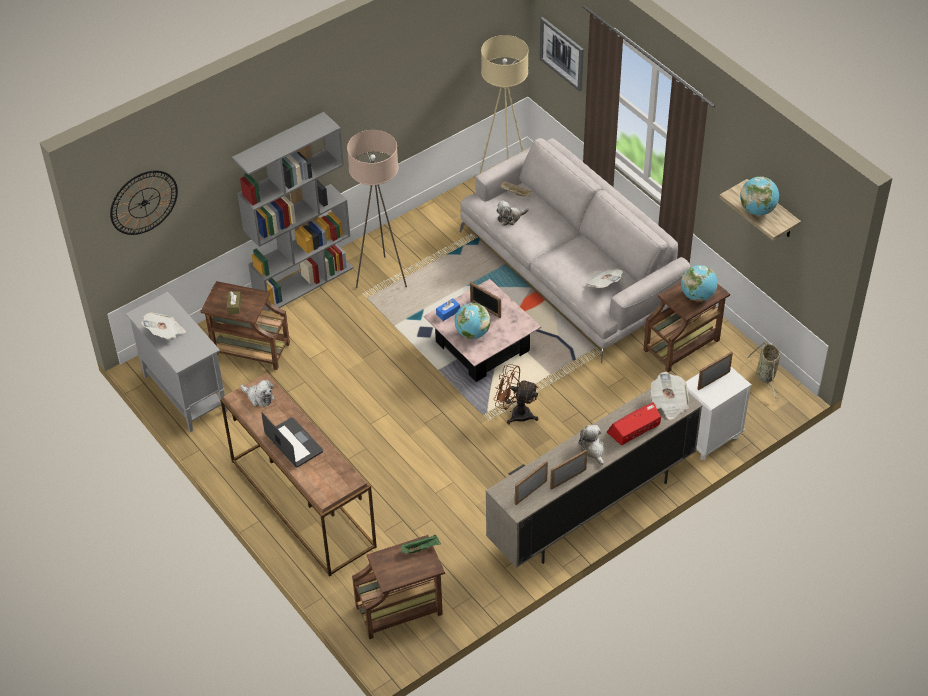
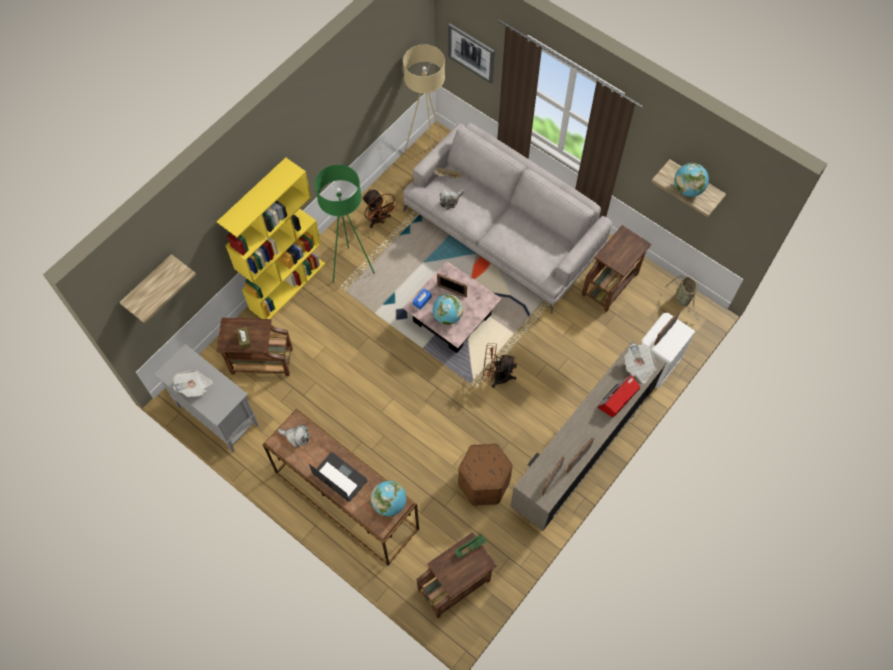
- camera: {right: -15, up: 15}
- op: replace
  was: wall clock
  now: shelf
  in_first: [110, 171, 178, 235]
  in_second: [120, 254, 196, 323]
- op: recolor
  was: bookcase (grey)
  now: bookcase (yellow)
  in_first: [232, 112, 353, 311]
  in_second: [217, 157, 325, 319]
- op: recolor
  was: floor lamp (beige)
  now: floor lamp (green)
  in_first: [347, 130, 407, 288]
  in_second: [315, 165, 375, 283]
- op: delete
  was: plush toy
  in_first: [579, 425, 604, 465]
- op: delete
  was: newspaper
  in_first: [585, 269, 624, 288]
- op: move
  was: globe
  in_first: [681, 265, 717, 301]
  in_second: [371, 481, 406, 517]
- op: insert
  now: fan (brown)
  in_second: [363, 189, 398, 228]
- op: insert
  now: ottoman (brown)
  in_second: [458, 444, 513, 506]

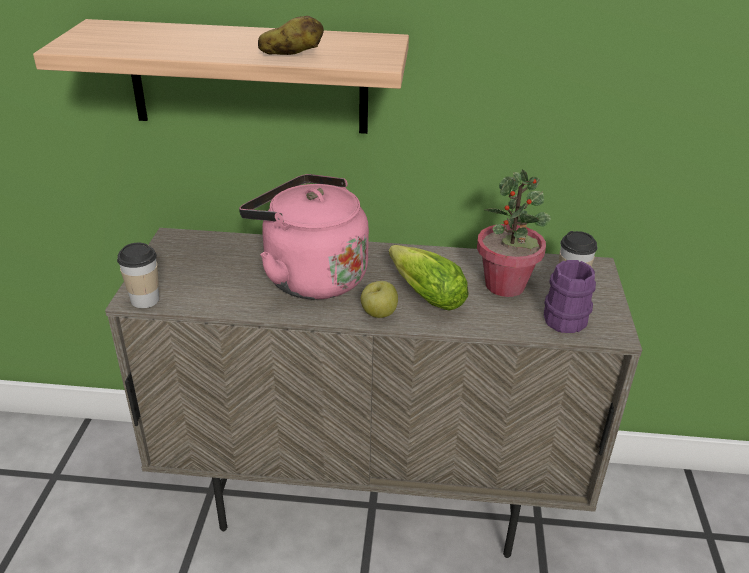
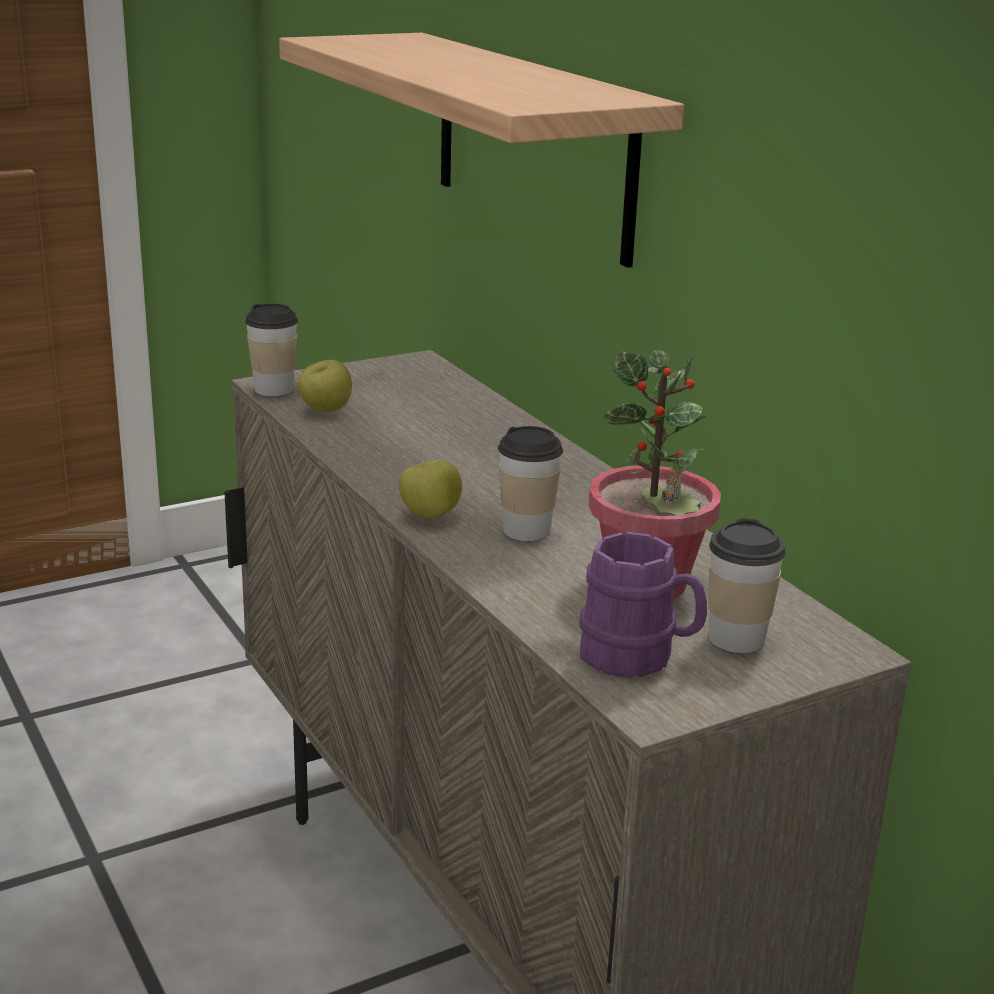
- camera: {right: 55, up: -10}
- op: delete
  was: kettle (pink)
  in_first: [239, 174, 369, 300]
- op: delete
  was: potato
  in_first: [258, 16, 324, 55]
- op: replace
  was: lettuce
  now: cup
  in_first: [389, 245, 469, 311]
  in_second: [498, 426, 563, 541]
- op: insert
  now: apple
  in_second: [298, 360, 352, 413]

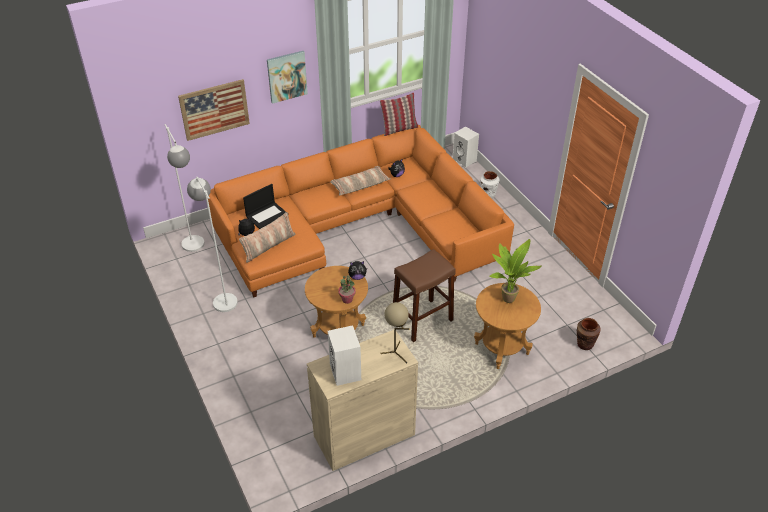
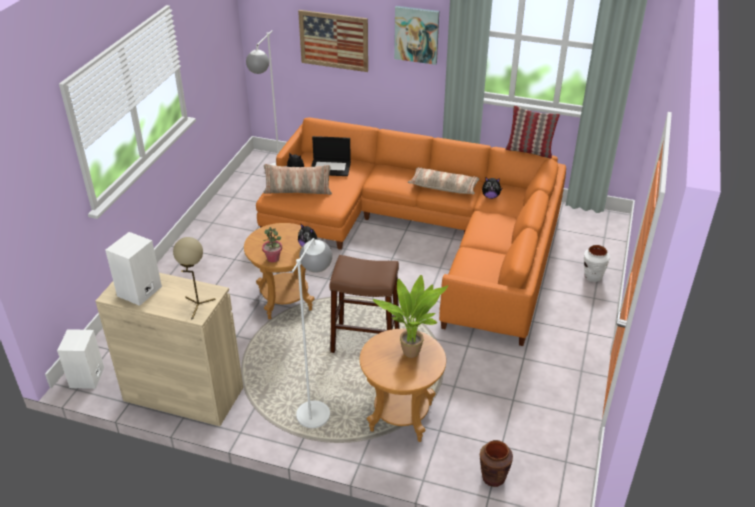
- camera: {right: 45, up: -5}
- op: move
  was: floor lamp (white)
  in_first: [187, 177, 238, 312]
  in_second: [292, 238, 332, 428]
- op: move
  was: speaker (white)
  in_first: [453, 126, 479, 167]
  in_second: [57, 329, 104, 389]

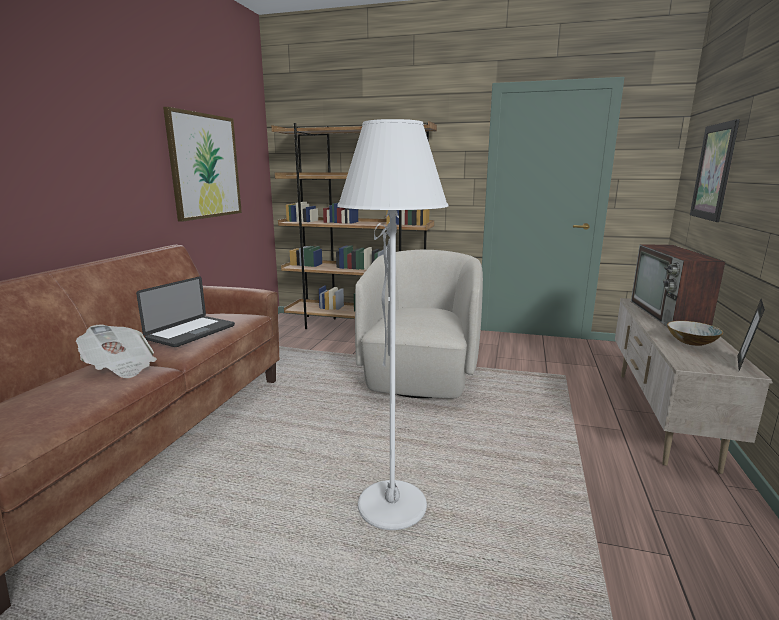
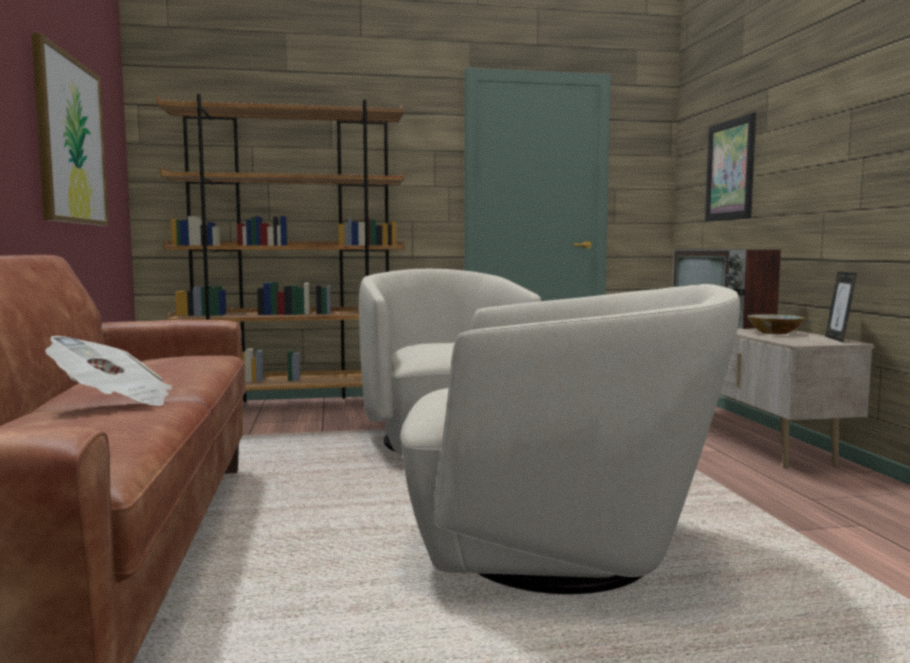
- camera: {right: -25, up: -10}
- op: delete
  was: laptop
  in_first: [136, 276, 235, 347]
- op: replace
  was: floor lamp (white)
  now: armchair (beige)
  in_first: [337, 119, 449, 530]
  in_second: [401, 284, 740, 594]

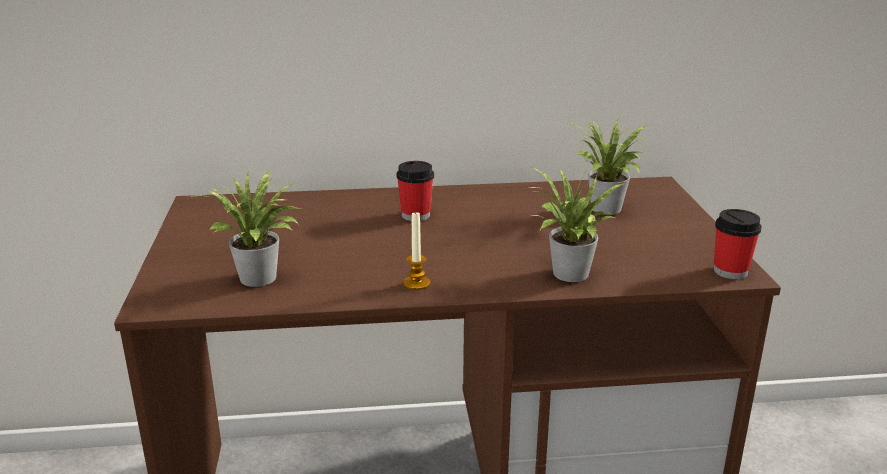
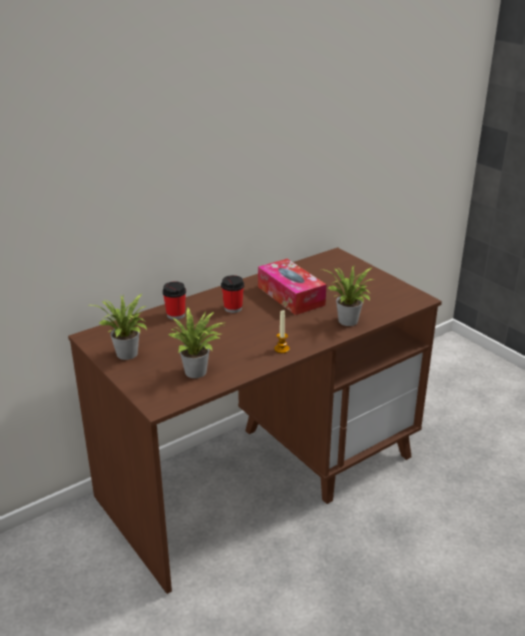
- camera: {right: -30, up: 5}
- op: move
  was: potted plant
  in_first: [569, 118, 648, 215]
  in_second: [91, 293, 147, 360]
- op: move
  was: cup
  in_first: [714, 209, 762, 279]
  in_second: [162, 282, 186, 320]
- op: insert
  now: tissue box
  in_second: [258, 259, 326, 315]

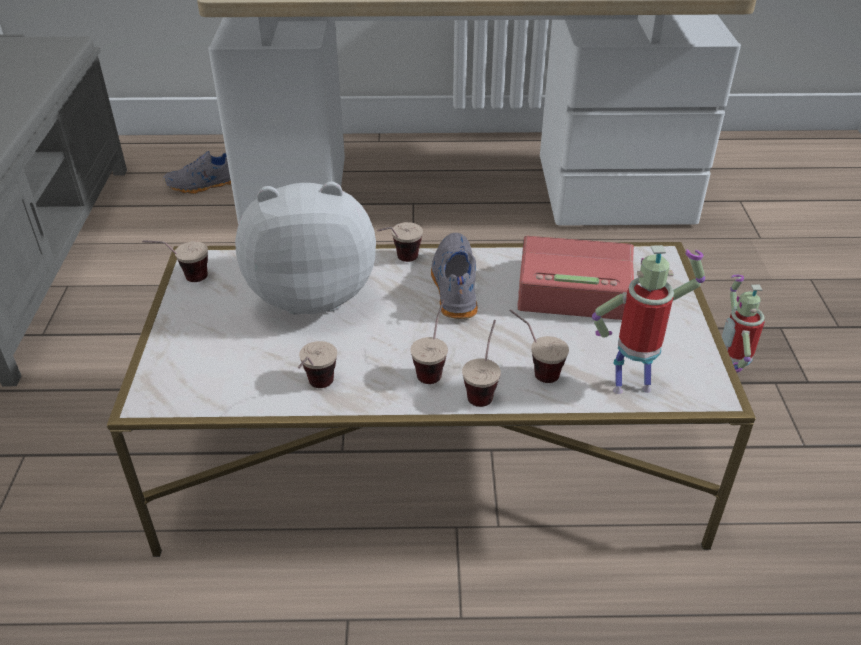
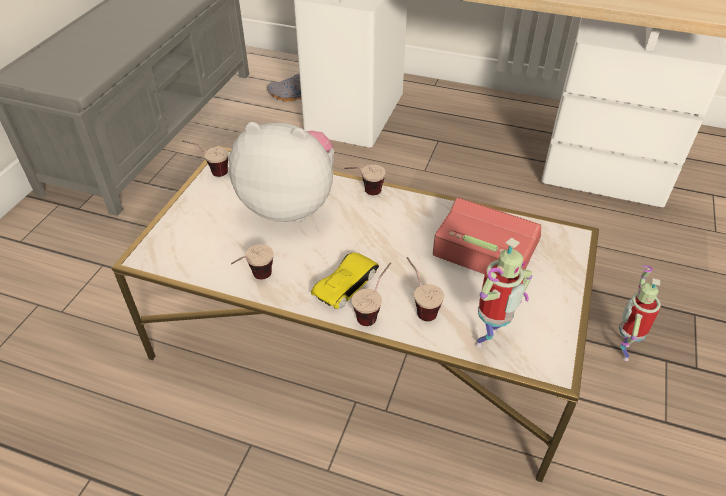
- camera: {right: 20, up: 5}
- op: replace
  was: cup
  now: toy car (yellow)
  in_first: [410, 300, 448, 384]
  in_second: [311, 253, 379, 309]
- op: delete
  was: shoe (grey)
  in_first: [431, 233, 478, 319]
- op: rotate
  was: toy robot
  in_first: [592, 245, 705, 394]
  in_second: [475, 238, 532, 348]
  clockwise: 120

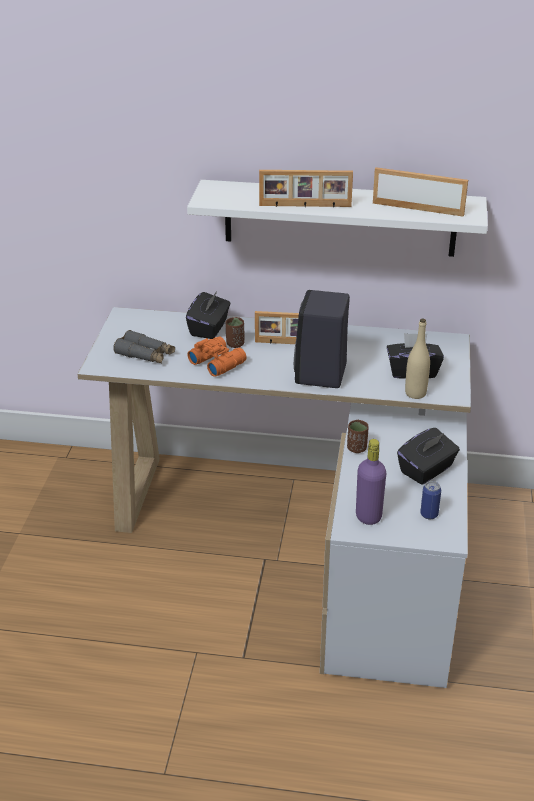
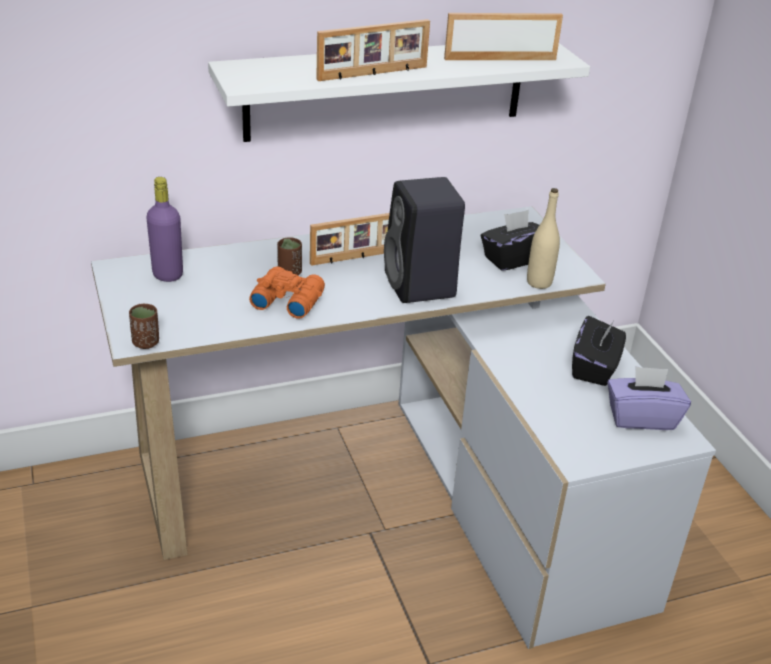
- camera: {right: -30, up: 0}
- op: delete
  was: binoculars (grey)
  in_first: [113, 330, 175, 363]
- op: delete
  was: tissue box (black)
  in_first: [186, 292, 231, 339]
- op: move
  was: cup (brown)
  in_first: [347, 420, 369, 453]
  in_second: [129, 304, 159, 349]
- op: move
  was: bottle (purple)
  in_first: [356, 439, 386, 525]
  in_second: [146, 177, 183, 282]
- op: replace
  was: can
  now: tissue box (purple)
  in_first: [420, 481, 441, 519]
  in_second: [607, 366, 691, 430]

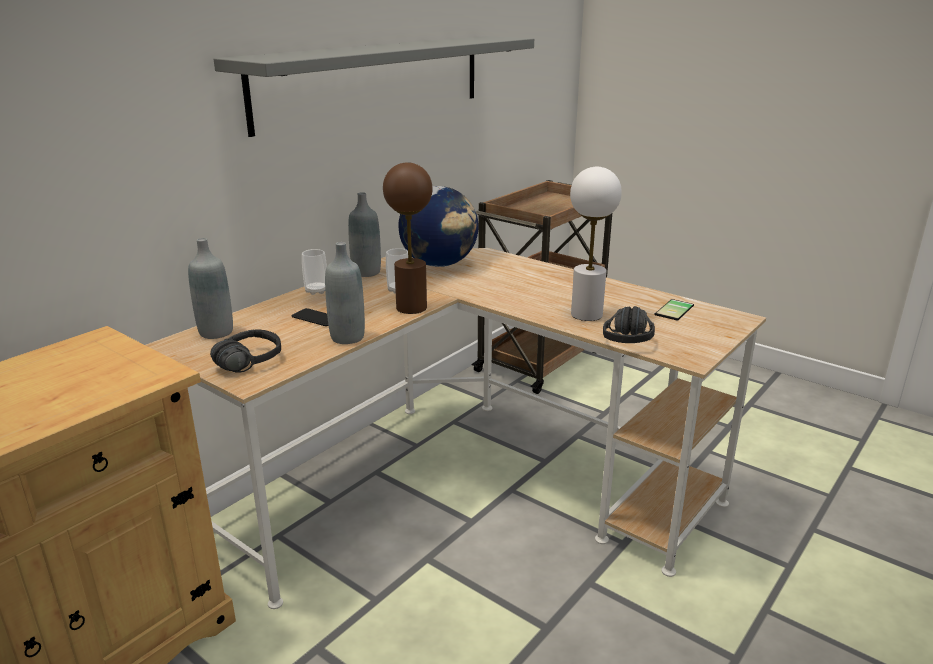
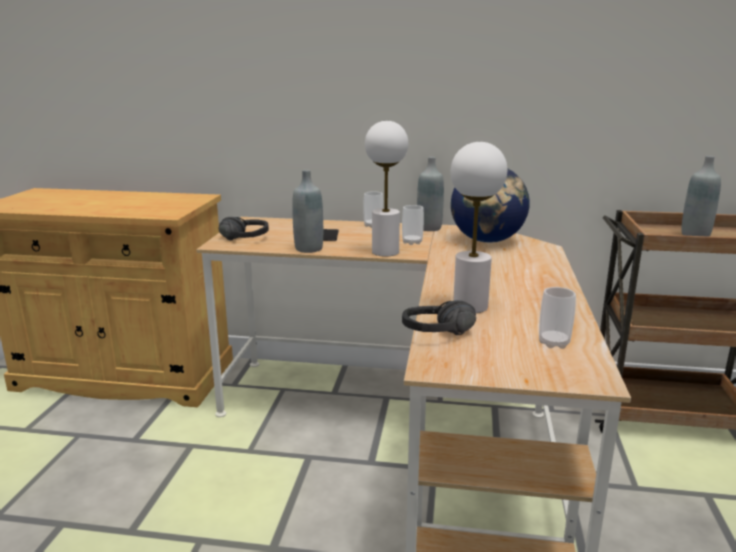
- camera: {right: 60, up: -5}
- op: move
  was: bottle (grey)
  in_first: [188, 238, 233, 339]
  in_second: [681, 156, 721, 237]
- op: delete
  was: shelf (grey)
  in_first: [214, 36, 534, 137]
- op: recolor
  was: table lamp (brown)
  now: table lamp (white)
  in_first: [383, 162, 432, 314]
  in_second: [365, 121, 408, 256]
- op: replace
  was: phone
  now: cup
  in_first: [655, 299, 694, 321]
  in_second: [539, 287, 576, 349]

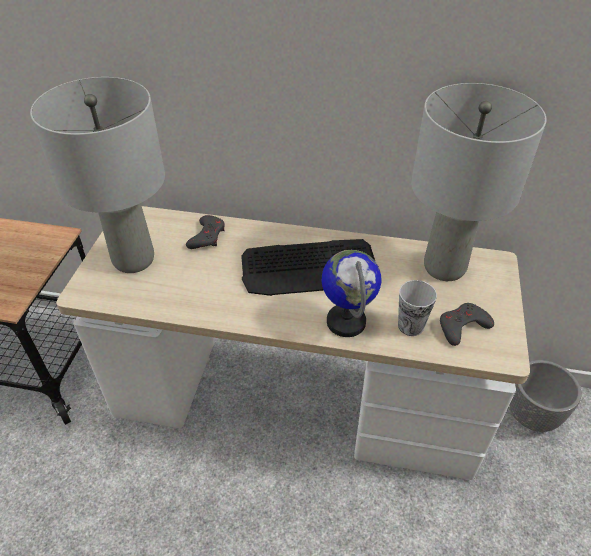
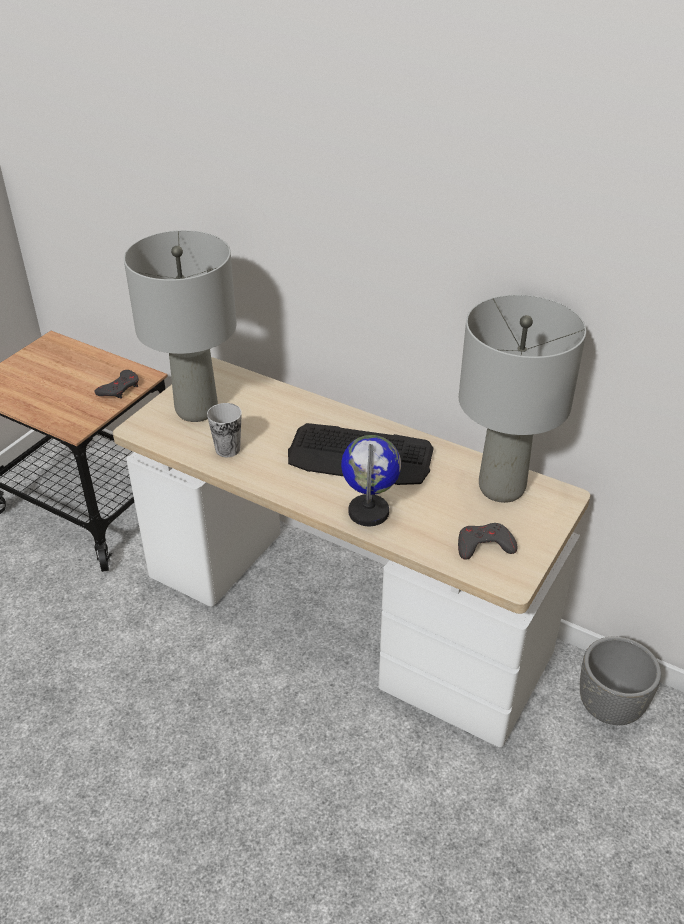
- camera: {right: 20, up: -5}
- op: move
  was: game controller (grey)
  in_first: [186, 215, 225, 249]
  in_second: [95, 370, 139, 399]
- op: move
  was: cup
  in_first: [398, 280, 437, 336]
  in_second: [207, 403, 242, 457]

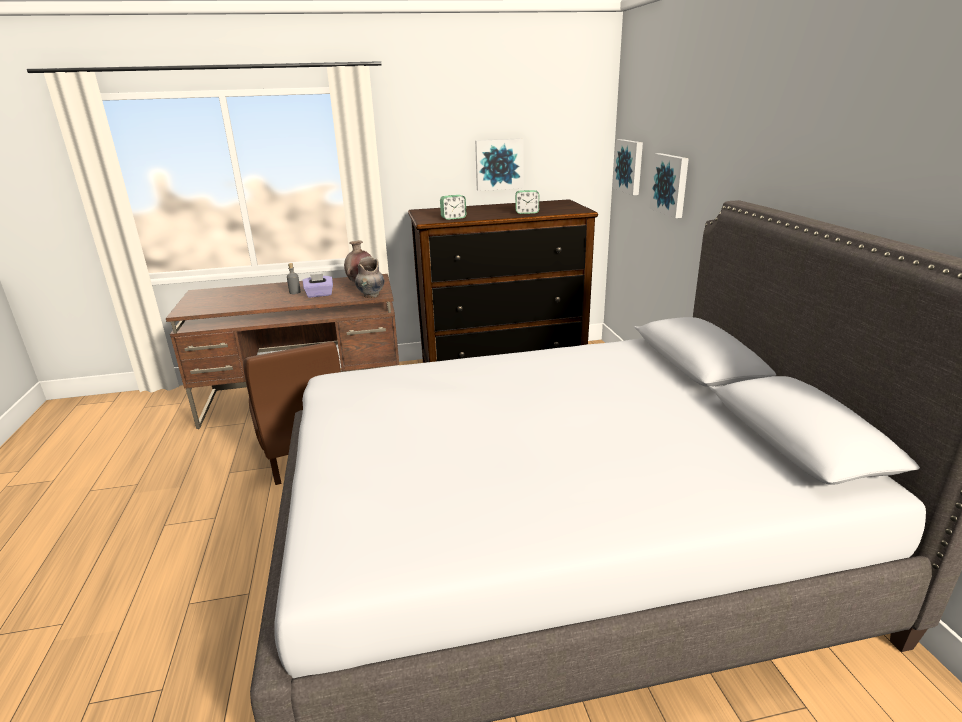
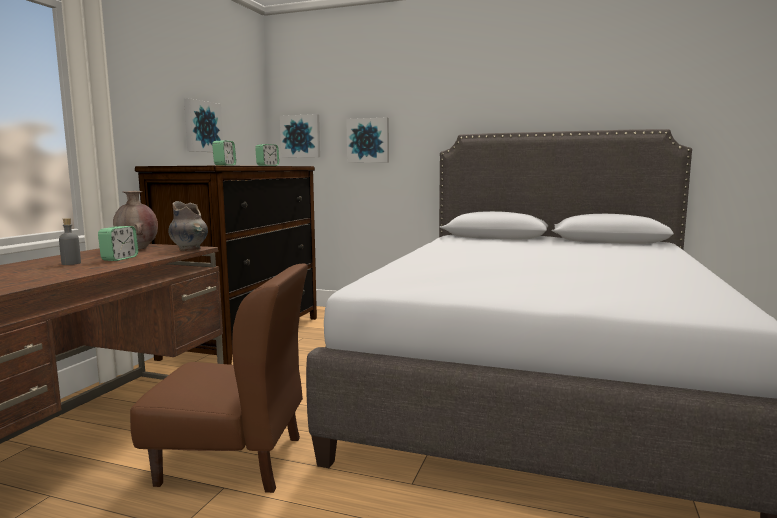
- camera: {right: -60, up: -15}
- op: replace
  was: tissue box (purple)
  now: alarm clock
  in_first: [303, 274, 333, 298]
  in_second: [98, 226, 138, 261]

